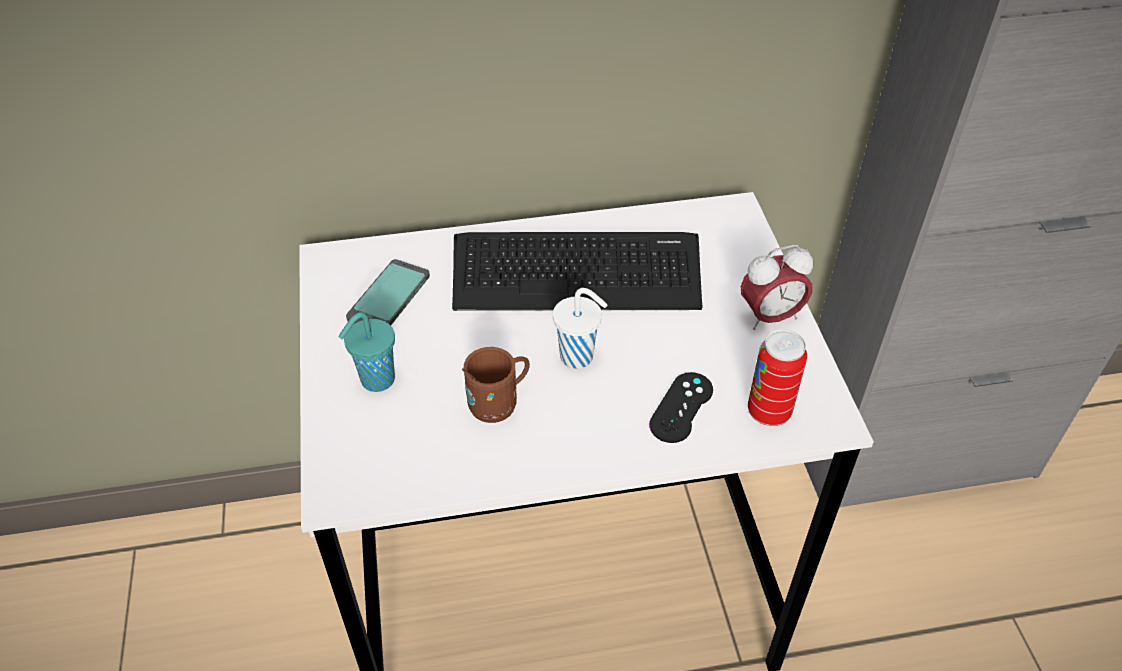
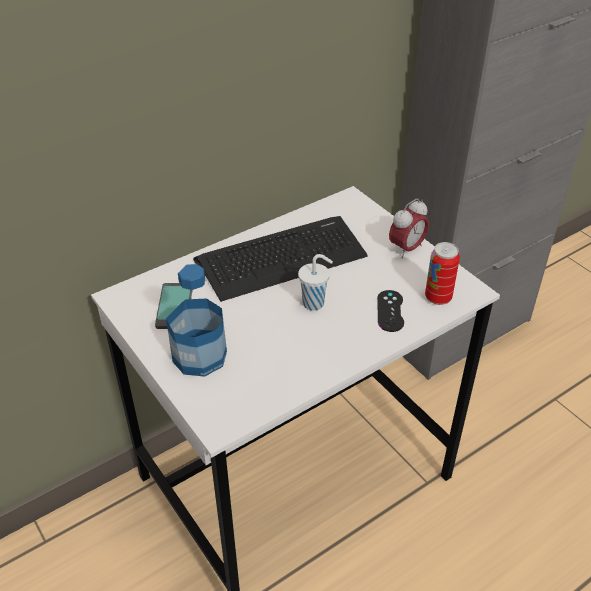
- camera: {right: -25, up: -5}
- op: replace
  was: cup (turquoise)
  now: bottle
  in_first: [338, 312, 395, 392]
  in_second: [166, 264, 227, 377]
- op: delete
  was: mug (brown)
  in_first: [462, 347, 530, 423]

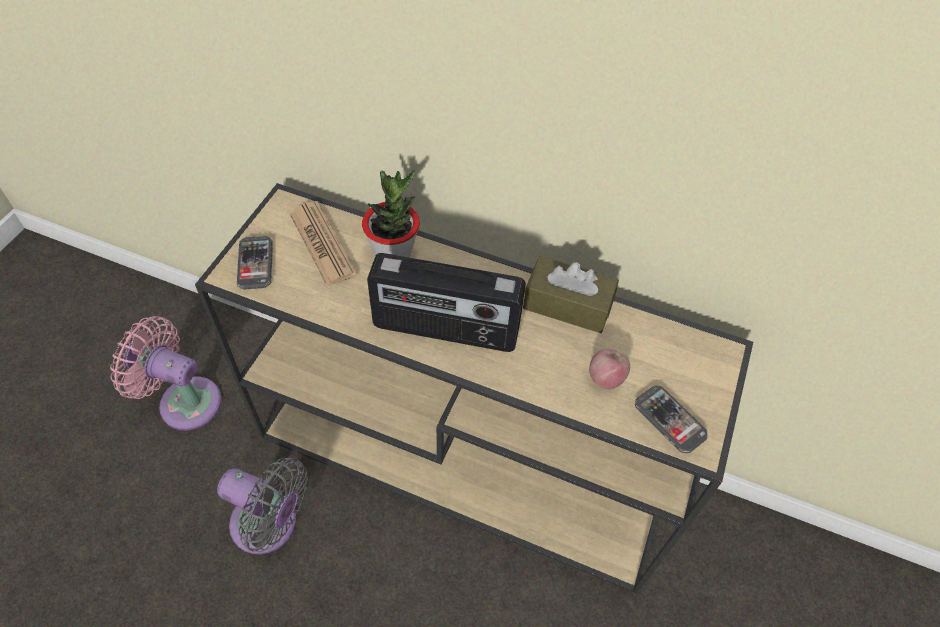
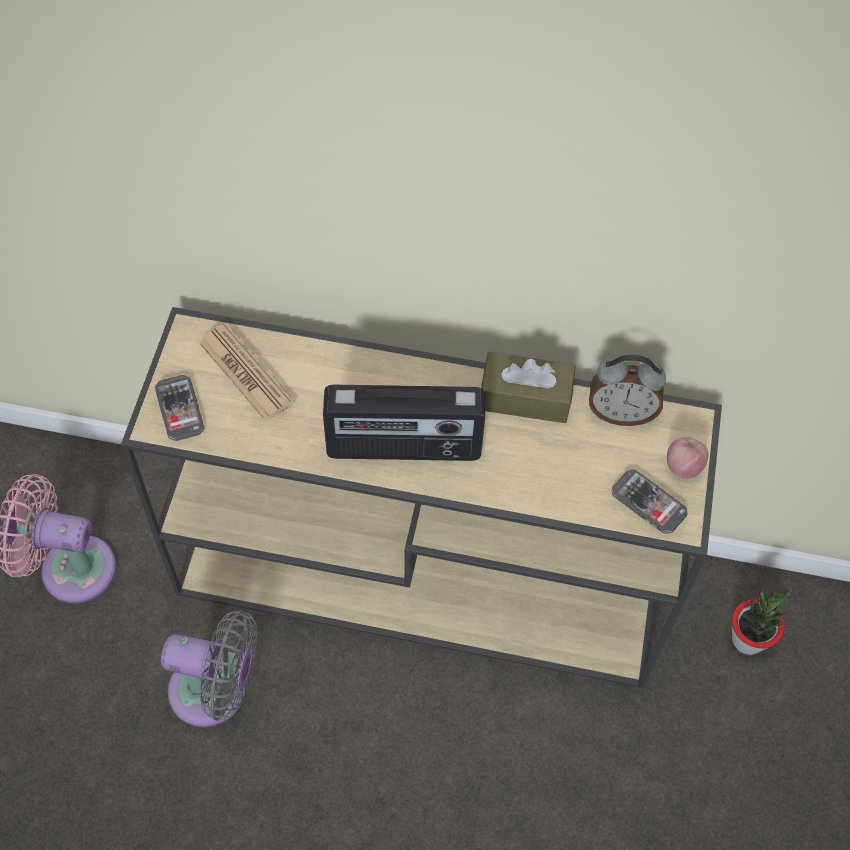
- camera: {right: -10, up: 5}
- op: move
  was: potted plant
  in_first: [362, 169, 420, 258]
  in_second: [732, 588, 792, 655]
- op: move
  was: apple
  in_first: [589, 349, 630, 389]
  in_second: [667, 437, 708, 479]
- op: insert
  now: alarm clock
  in_second: [589, 354, 666, 426]

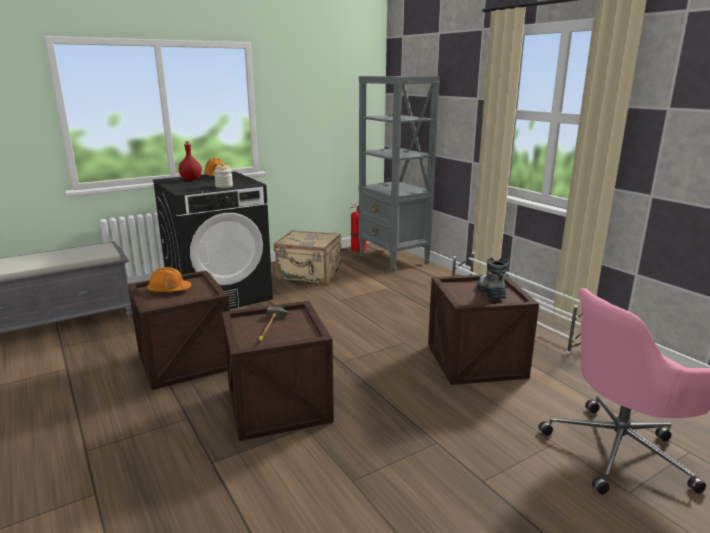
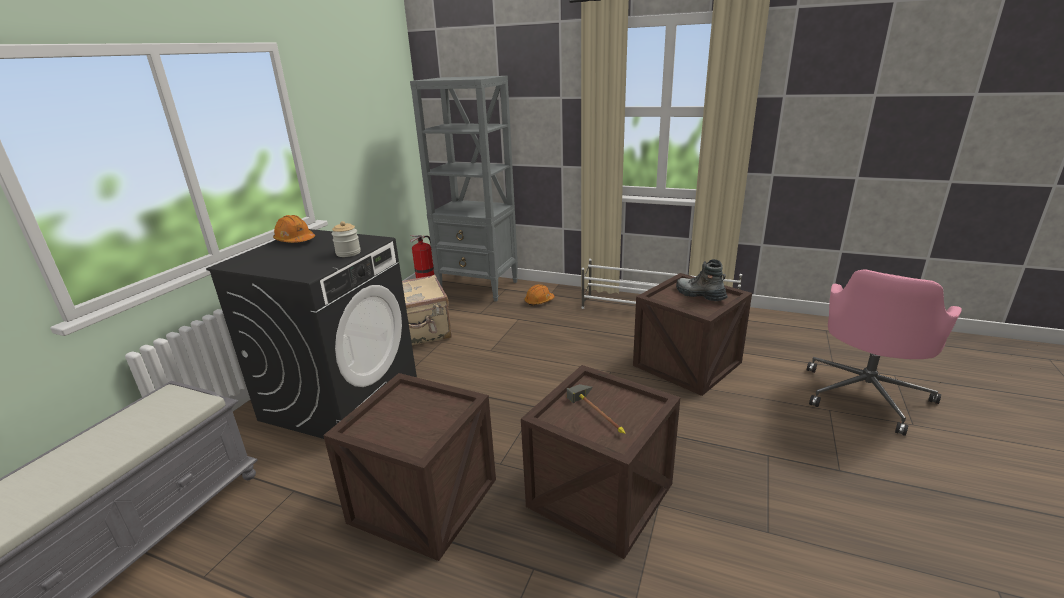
- camera: {right: -35, up: 5}
- op: move
  was: hard hat (orange)
  in_first: [147, 267, 191, 292]
  in_second: [524, 284, 555, 306]
- op: delete
  was: bottle (red)
  in_first: [179, 141, 202, 180]

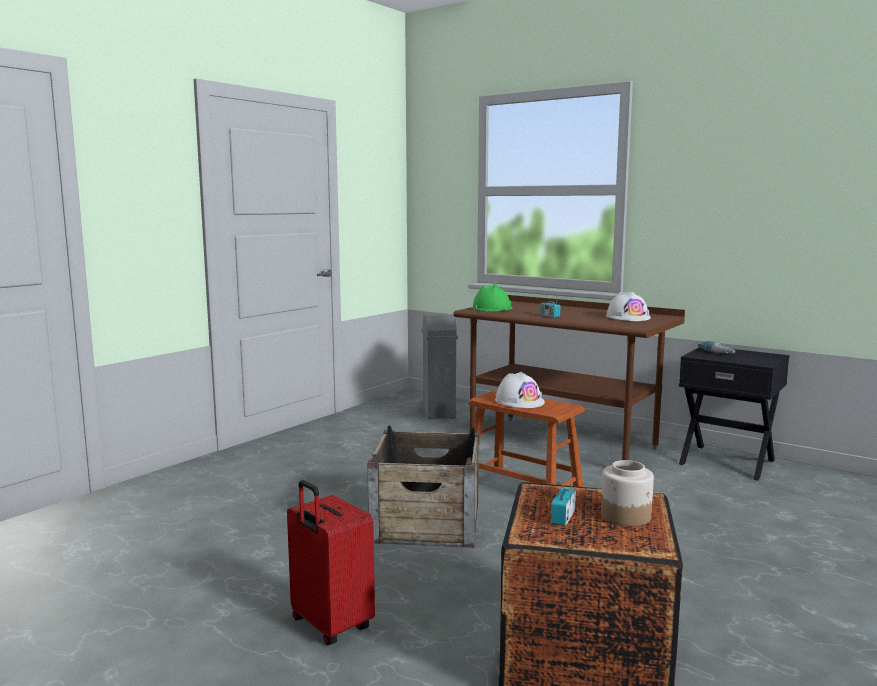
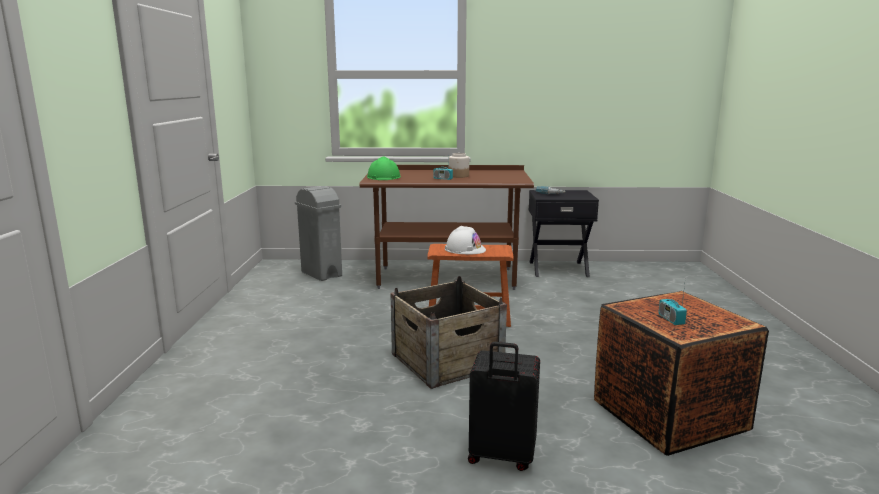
- camera: {right: -35, up: 5}
- op: recolor
  was: suitcase (red)
  now: suitcase (black)
  in_first: [287, 480, 375, 645]
  in_second: [468, 342, 540, 471]
- op: move
  was: jar
  in_first: [601, 460, 654, 526]
  in_second: [449, 153, 469, 178]
- op: delete
  was: hard hat (white)
  in_first: [606, 292, 651, 321]

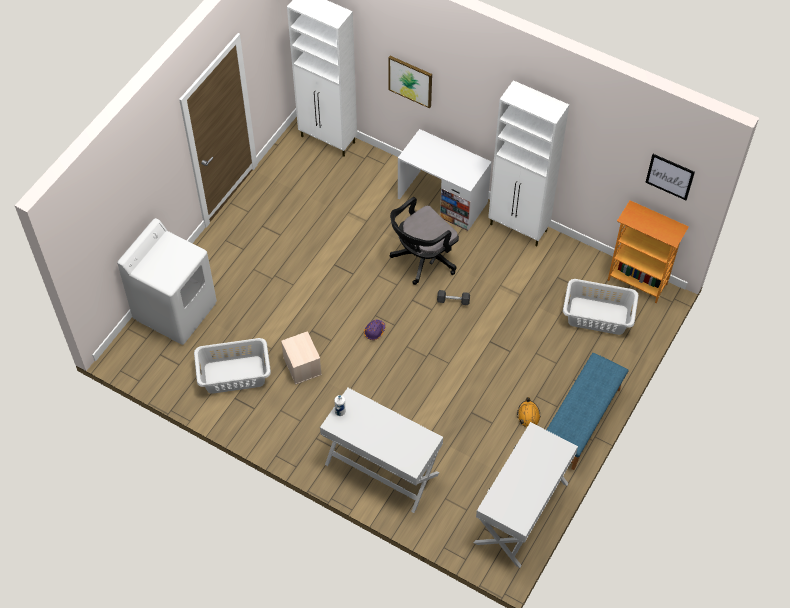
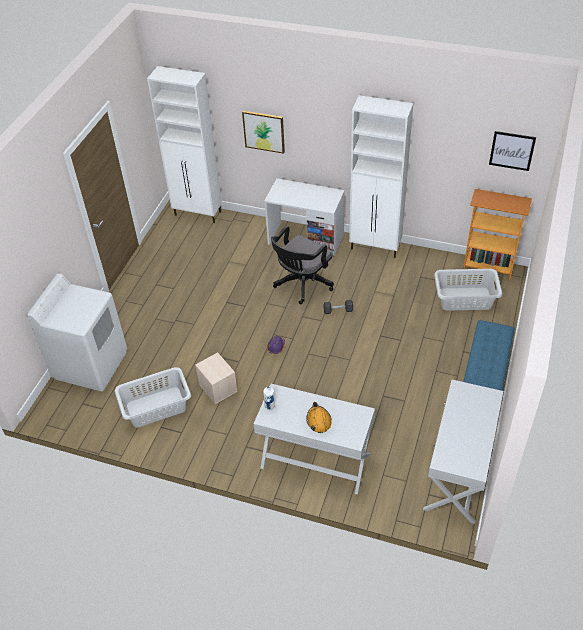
- camera: {right: -10, up: -10}
- op: move
  was: hard hat (orange)
  in_first: [517, 397, 541, 427]
  in_second: [306, 402, 332, 433]

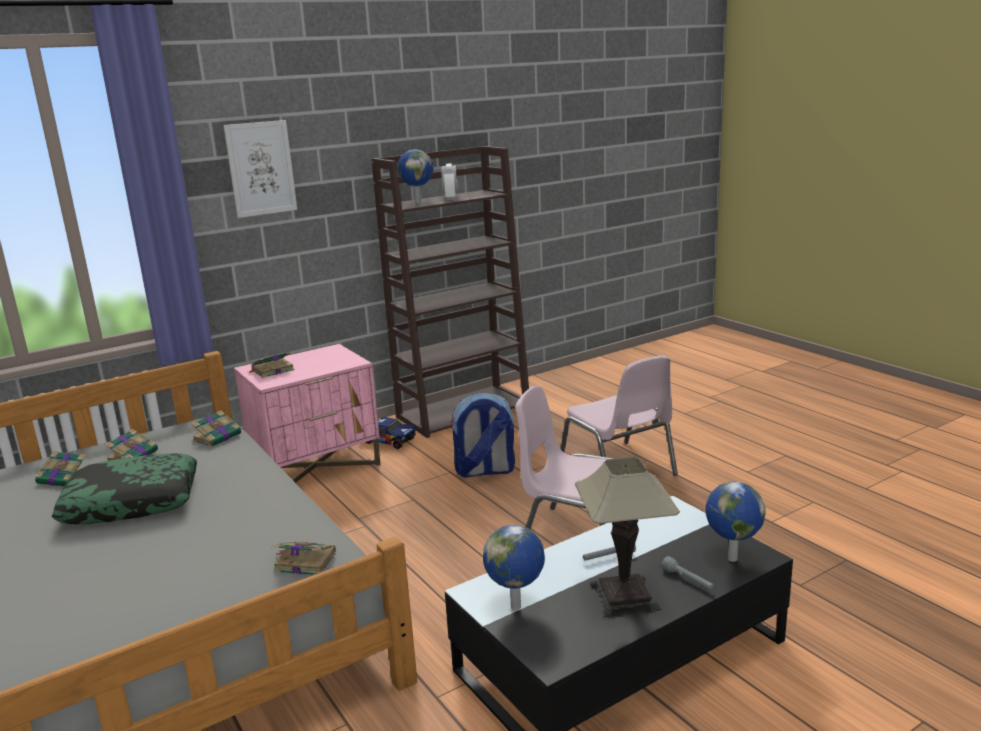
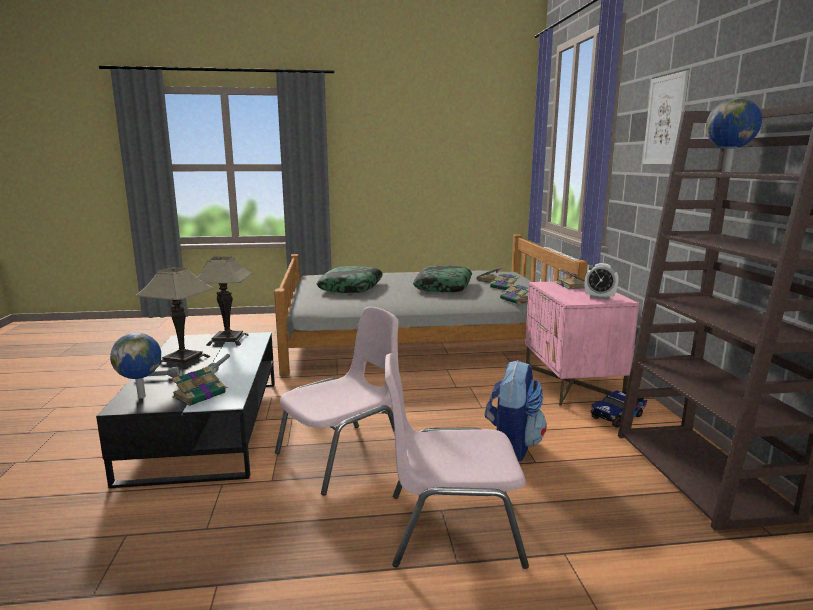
- camera: {right: 115, up: -5}
- op: move
  was: book
  in_first: [272, 541, 336, 575]
  in_second: [172, 367, 228, 406]
- op: move
  was: alarm clock
  in_first: [441, 163, 458, 201]
  in_second: [585, 263, 618, 300]
- op: replace
  was: globe
  now: table lamp
  in_first: [483, 525, 545, 610]
  in_second: [197, 256, 252, 346]
- op: insert
  now: pillow
  in_second: [317, 266, 383, 293]

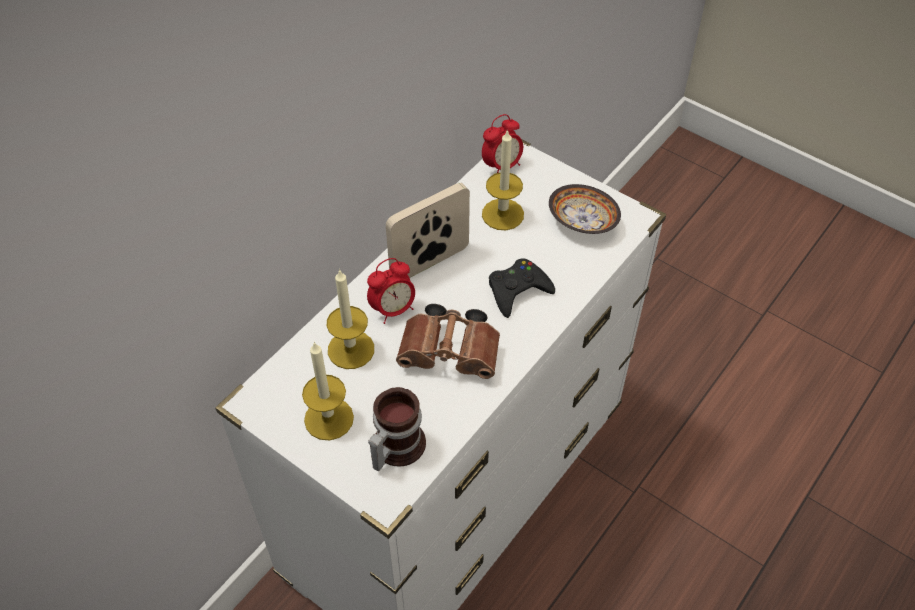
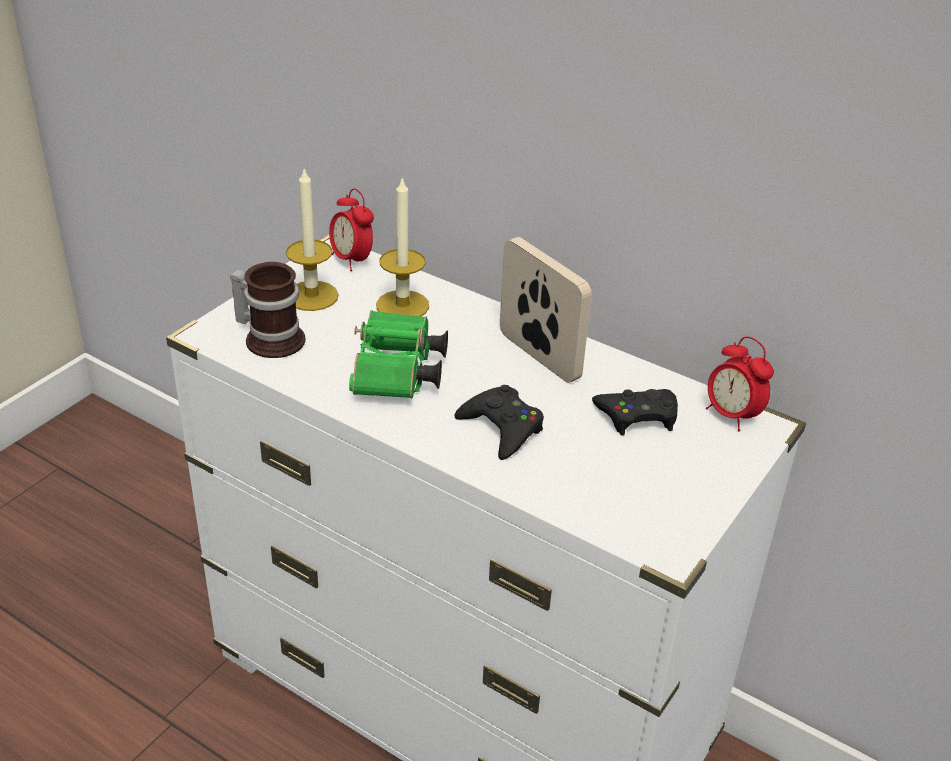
- camera: {right: 85, up: -15}
- op: move
  was: alarm clock
  in_first: [367, 258, 415, 324]
  in_second: [329, 188, 374, 271]
- op: recolor
  was: binoculars (brown)
  now: binoculars (green)
  in_first: [396, 304, 500, 379]
  in_second: [349, 310, 448, 398]
- op: replace
  was: candle
  now: game controller (black)
  in_first: [482, 129, 524, 230]
  in_second: [592, 389, 678, 435]
- op: delete
  was: bowl
  in_first: [549, 184, 621, 234]

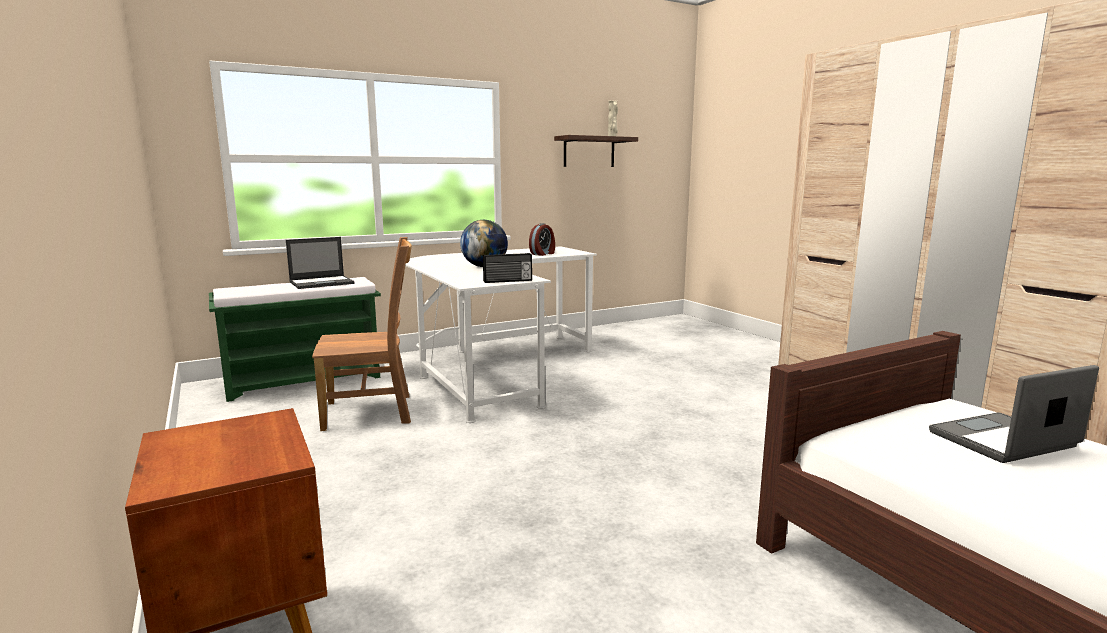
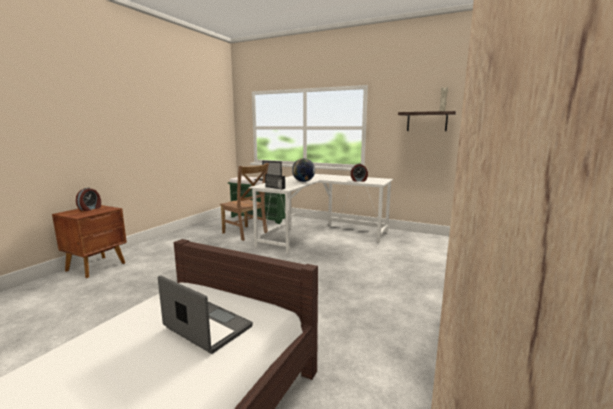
- camera: {right: 55, up: 0}
- op: insert
  now: alarm clock
  in_second: [76, 188, 101, 211]

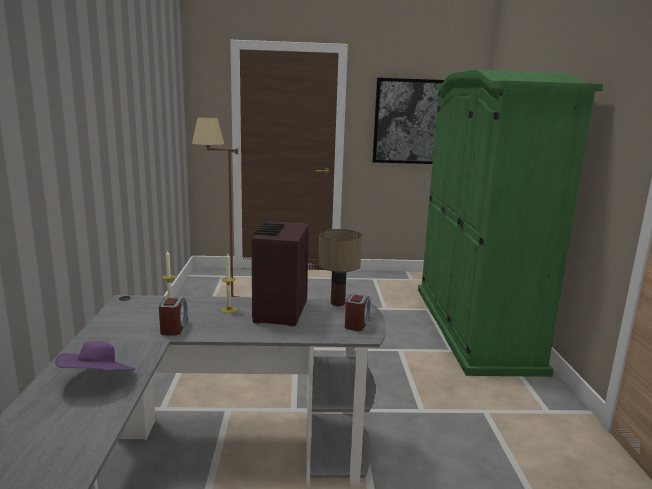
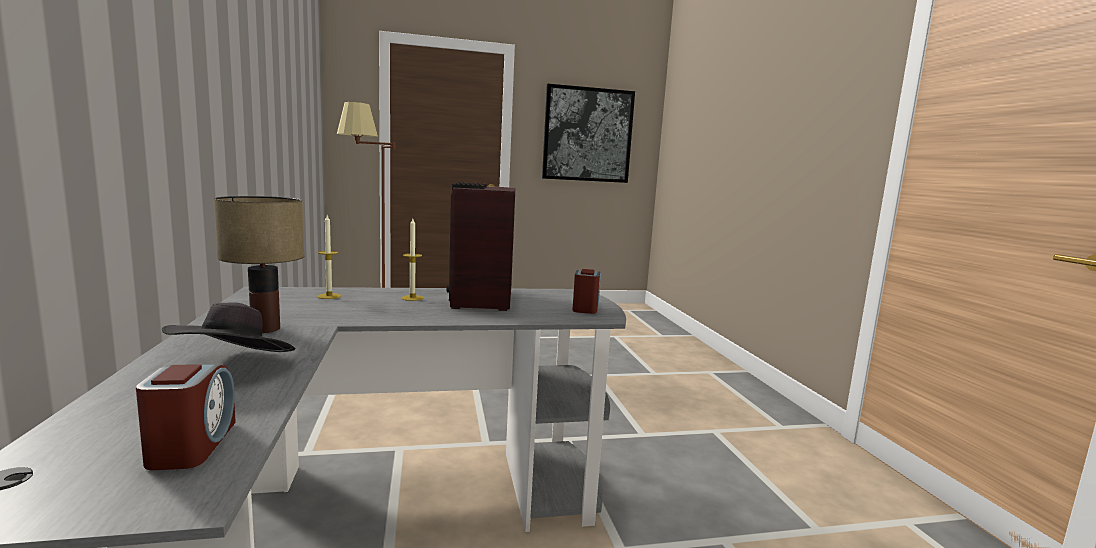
- camera: {right: -10, up: -5}
- op: recolor
  was: hat (purple)
  now: hat (black)
  in_first: [55, 341, 135, 370]
  in_second: [162, 302, 295, 352]
- op: move
  was: alarm clock
  in_first: [159, 298, 188, 336]
  in_second: [136, 364, 236, 470]
- op: move
  was: table lamp
  in_first: [318, 229, 362, 306]
  in_second: [214, 196, 304, 333]
- op: delete
  was: wardrobe (green)
  in_first: [418, 70, 603, 377]

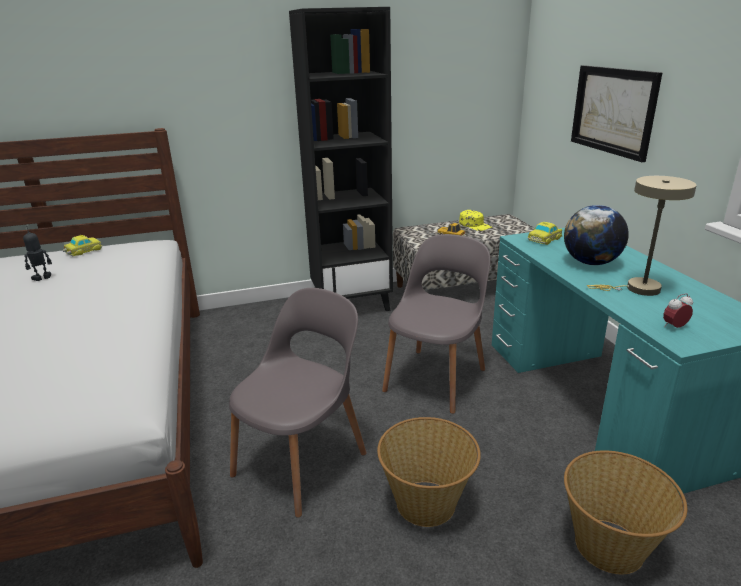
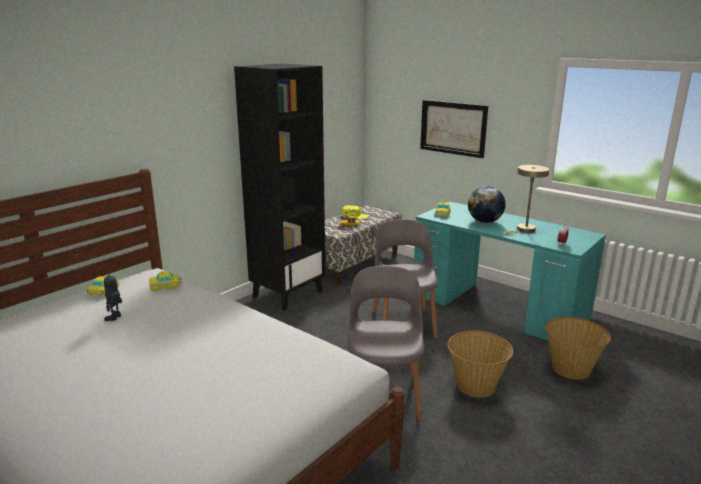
- camera: {right: -35, up: -5}
- op: insert
  now: toy car
  in_second: [149, 271, 182, 292]

